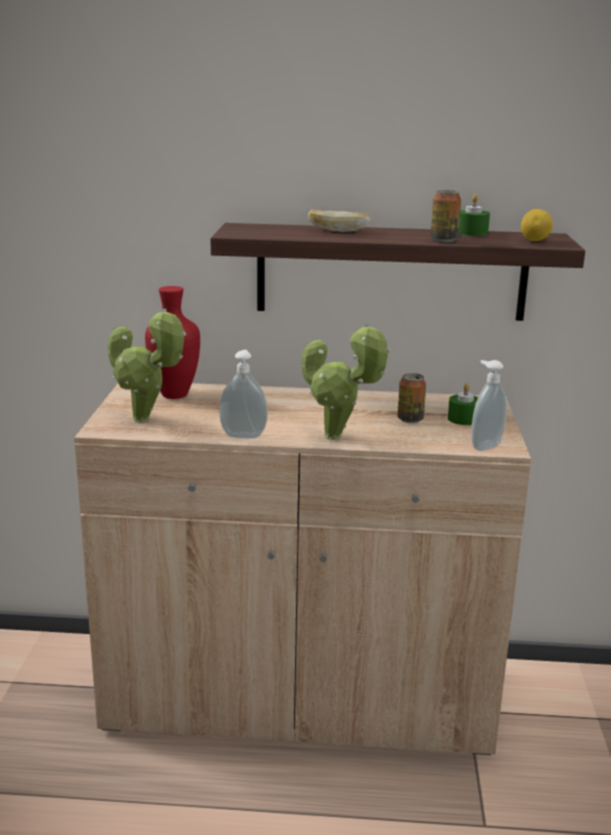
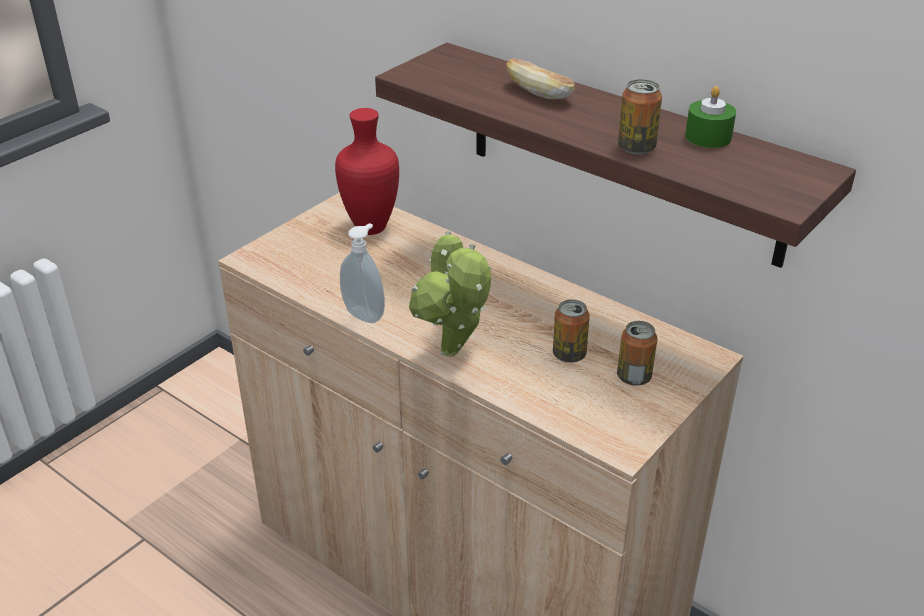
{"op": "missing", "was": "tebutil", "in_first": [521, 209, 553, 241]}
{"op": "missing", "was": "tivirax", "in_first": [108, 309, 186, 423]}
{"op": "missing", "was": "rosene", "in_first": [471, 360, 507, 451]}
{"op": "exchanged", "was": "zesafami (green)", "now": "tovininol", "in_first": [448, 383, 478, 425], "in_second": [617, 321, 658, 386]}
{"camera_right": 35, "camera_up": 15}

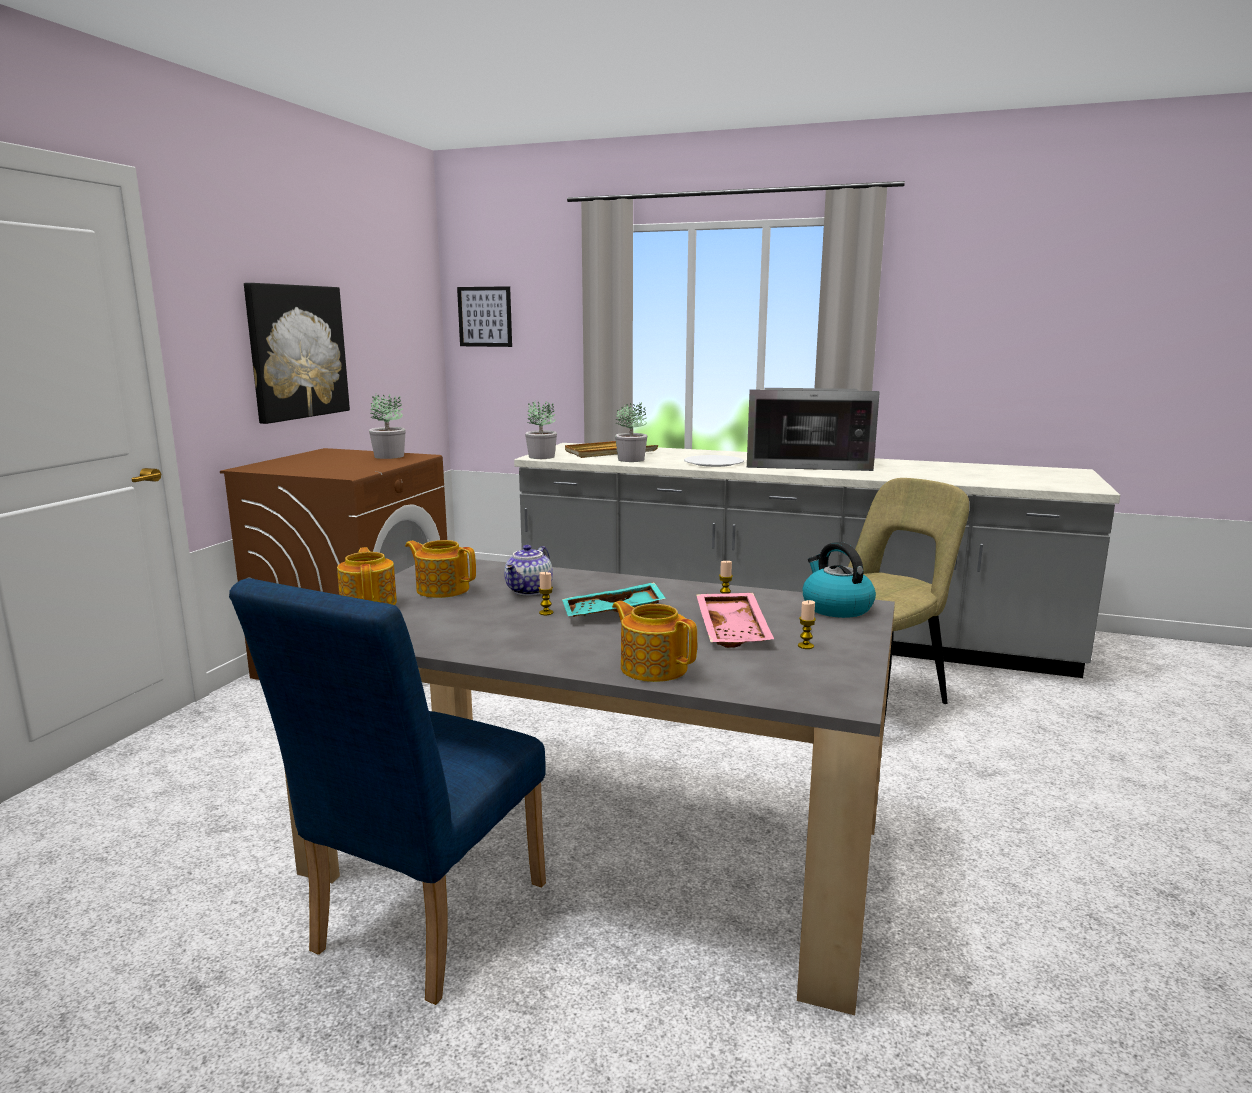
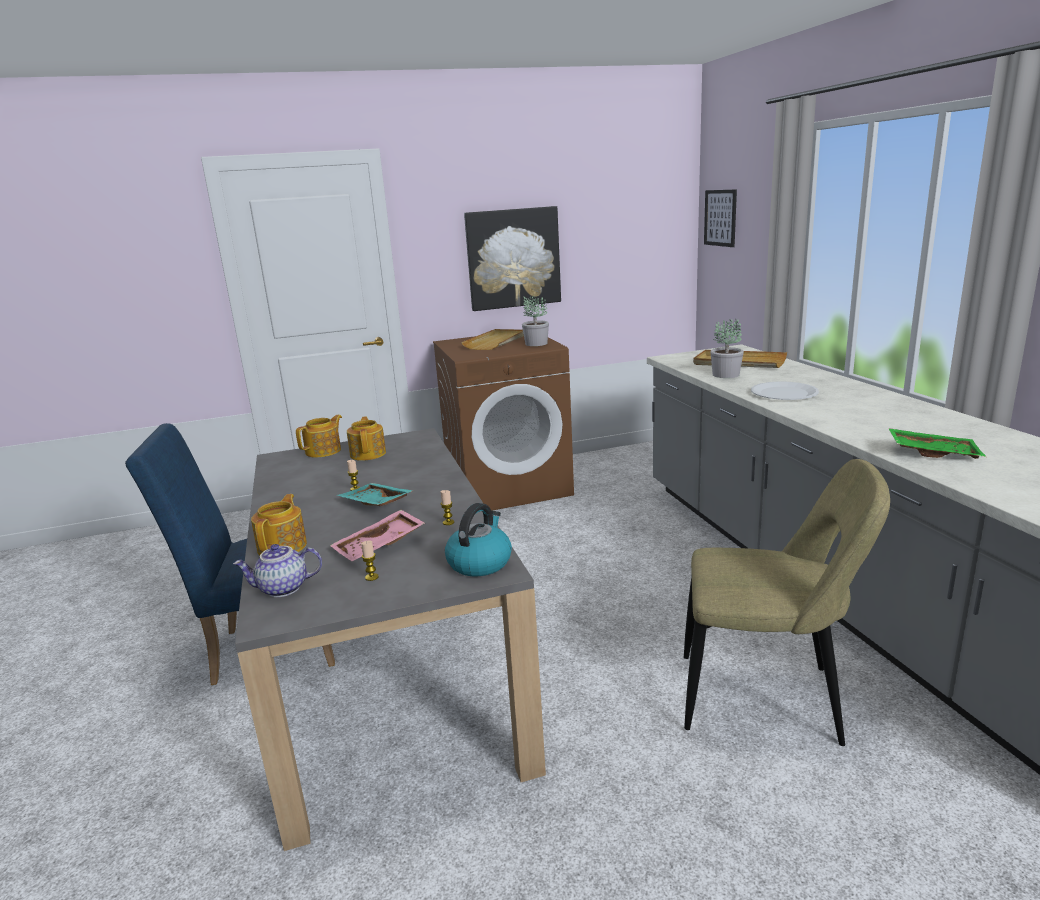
{"op": "missing", "was": "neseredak", "in_first": [747, 388, 880, 471]}
{"op": "missing", "was": "tivirax", "in_first": [525, 401, 557, 459]}
{"op": "relocated", "was": "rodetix", "in_first": [504, 545, 553, 596], "in_second": [233, 544, 322, 597]}
{"op": "appeared", "now": "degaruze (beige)", "in_second": [461, 329, 524, 350]}
{"op": "appeared", "now": "degaruze (green)", "in_second": [888, 428, 986, 459]}
{"camera_right": 55, "camera_up": 5}

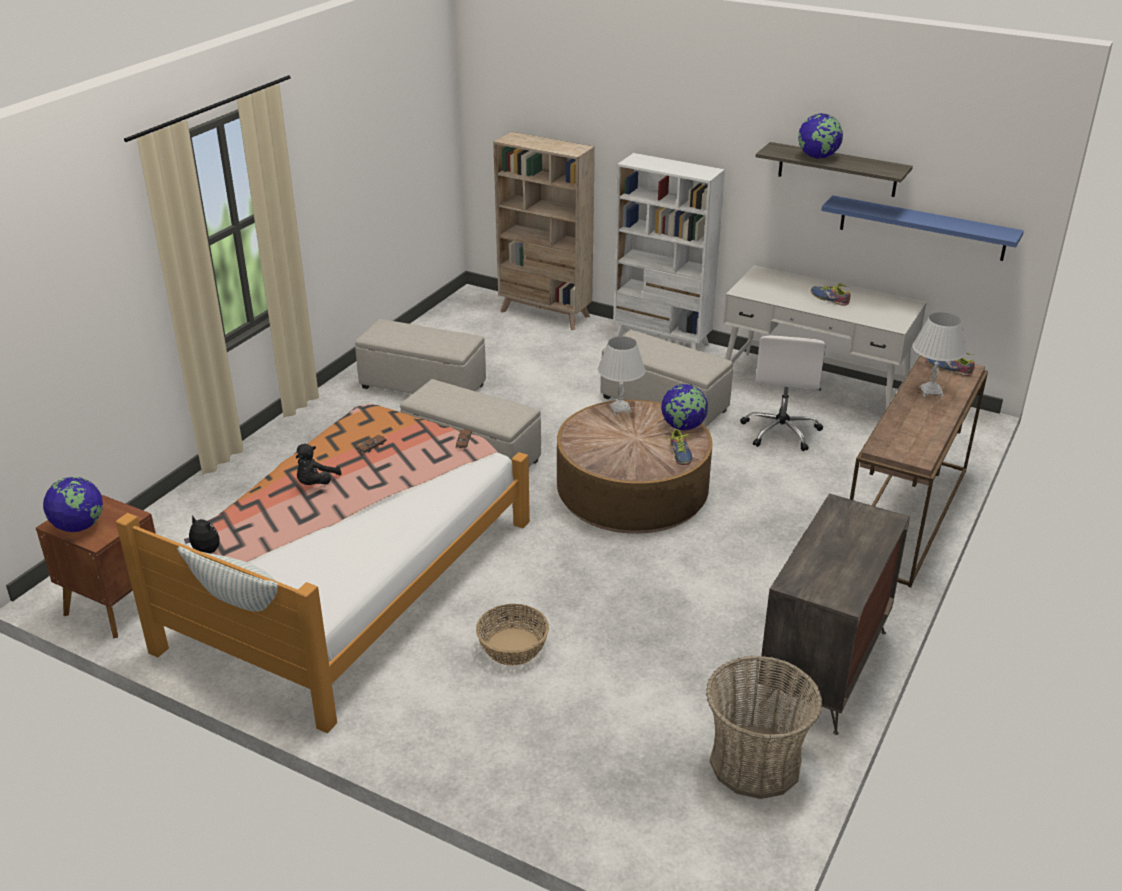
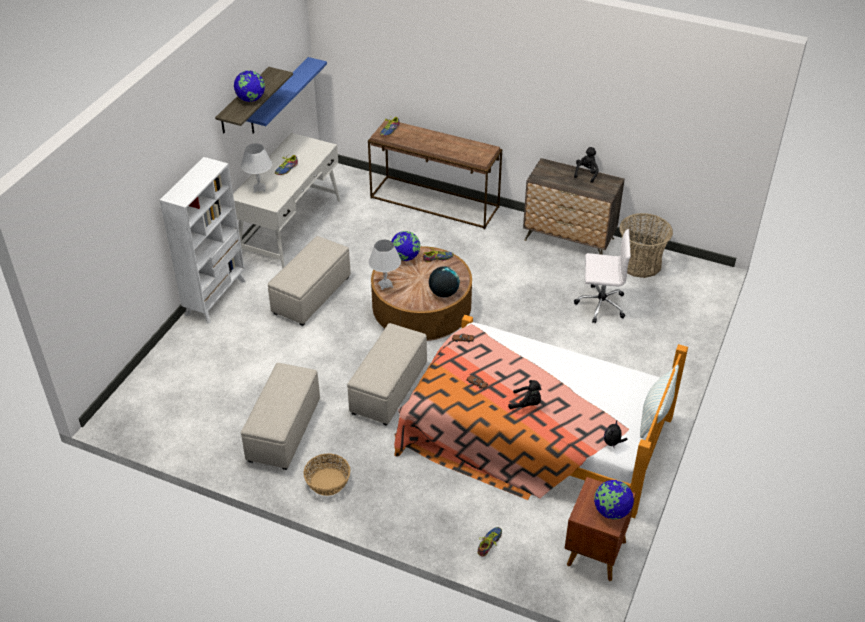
{"op": "missing", "was": "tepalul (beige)", "in_first": [493, 132, 595, 330]}
{"op": "relocated", "was": "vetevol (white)", "in_first": [913, 312, 966, 397], "in_second": [241, 143, 272, 193]}
{"op": "relocated", "was": "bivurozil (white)", "in_first": [740, 335, 826, 451], "in_second": [574, 229, 631, 323]}
{"op": "relocated", "was": "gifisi", "in_first": [476, 604, 549, 666], "in_second": [303, 454, 350, 496]}
{"op": "appeared", "now": "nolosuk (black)", "in_second": [574, 147, 599, 183]}
{"op": "appeared", "now": "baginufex", "in_second": [429, 266, 460, 297]}
{"op": "appeared", "now": "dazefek", "in_second": [478, 527, 502, 557]}
{"camera_right": -95, "camera_up": 10}

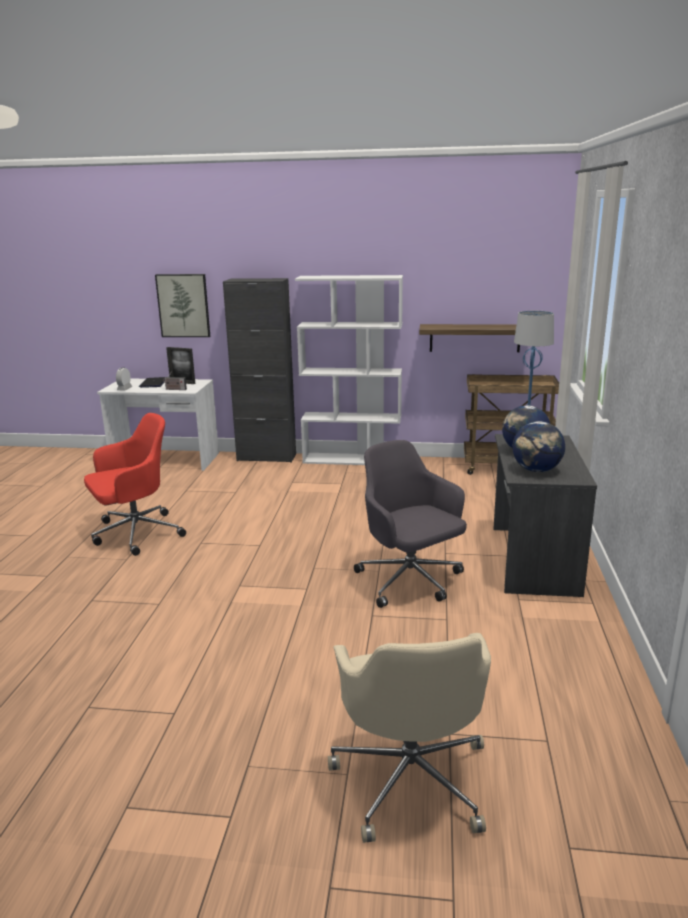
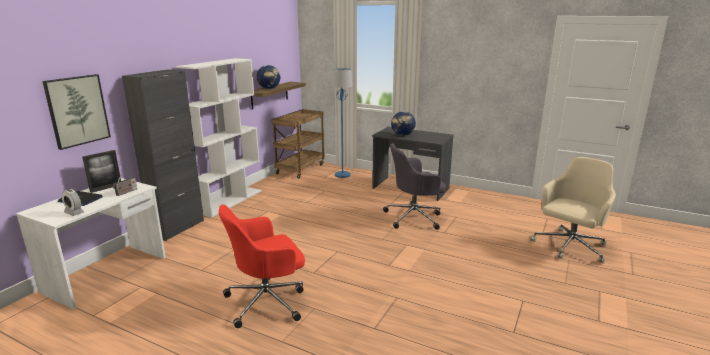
{"op": "spun", "was": "bivurozil (red)", "in_first": [84, 413, 186, 556], "in_second": [219, 205, 305, 328], "clockwise": -105}
{"op": "relocated", "was": "baginufex", "in_first": [513, 421, 565, 472], "in_second": [256, 65, 280, 89]}
{"op": "spun", "was": "bivurozil (beige)", "in_first": [328, 633, 491, 843], "in_second": [530, 157, 616, 264], "clockwise": -60}
{"camera_right": -70, "camera_up": 0}

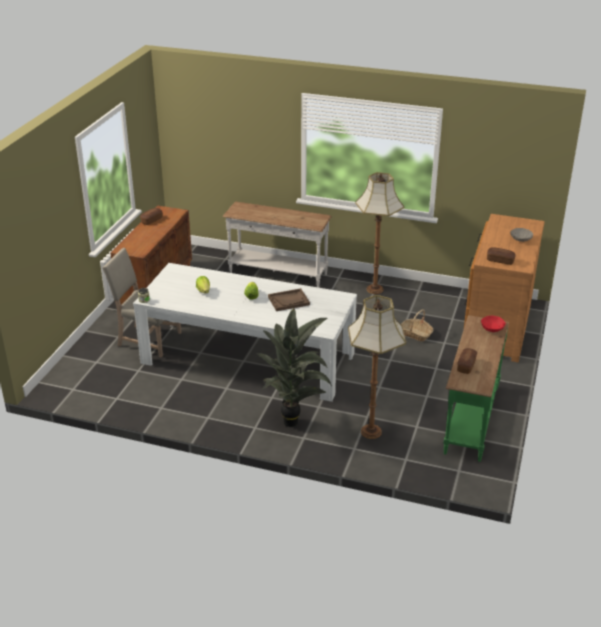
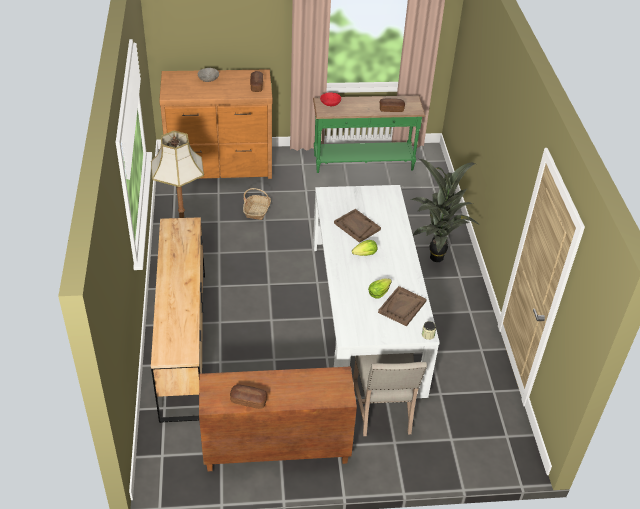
{"op": "exchanged", "was": "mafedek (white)", "now": "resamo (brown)", "in_first": [222, 201, 332, 288], "in_second": [151, 217, 205, 423]}
{"op": "missing", "was": "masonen", "in_first": [348, 295, 406, 439]}
{"op": "appeared", "now": "degaruze (brown)", "in_second": [378, 286, 427, 327]}
{"camera_right": -115, "camera_up": 10}

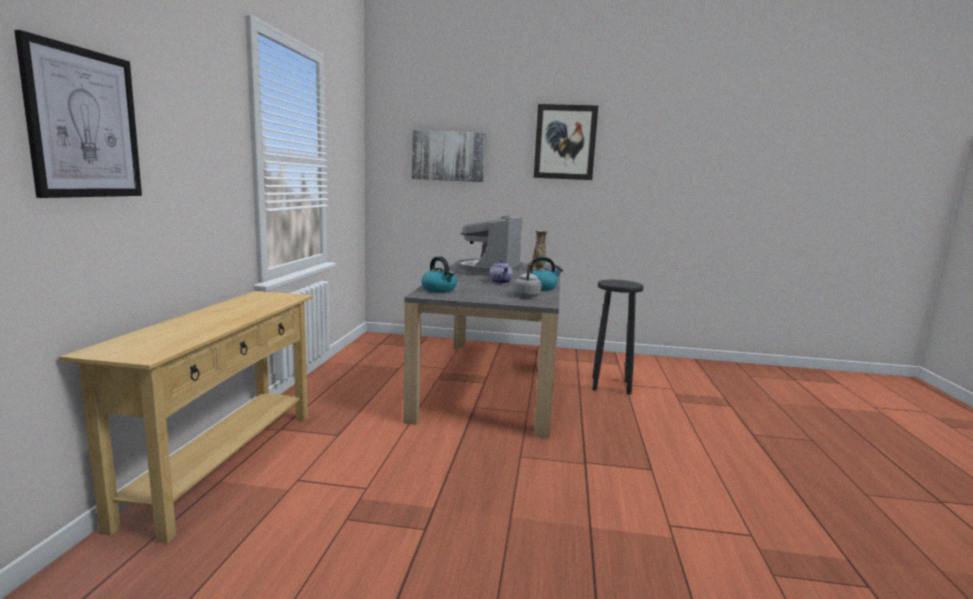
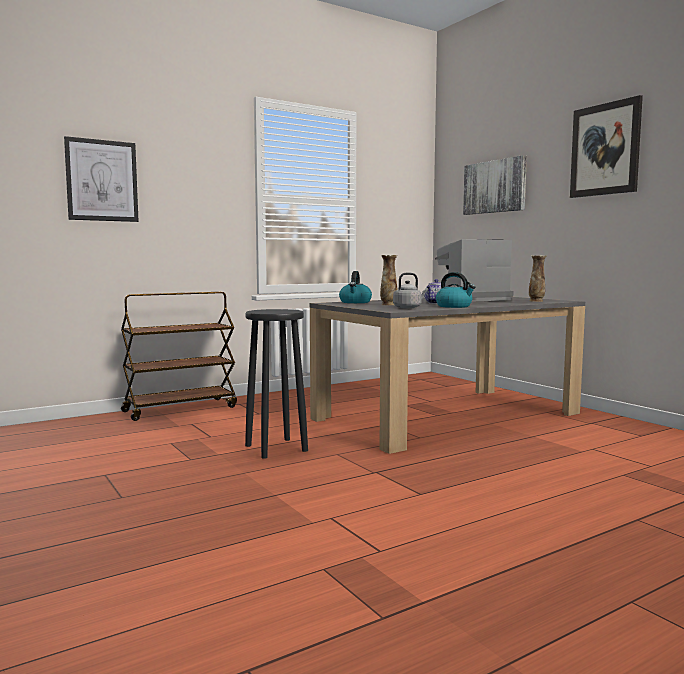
{"op": "relocated", "was": "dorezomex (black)", "in_first": [592, 280, 644, 394], "in_second": [245, 309, 308, 459]}
{"op": "exchanged", "was": "mafedek (beige)", "now": "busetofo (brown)", "in_first": [59, 291, 313, 543], "in_second": [121, 292, 237, 421]}
{"op": "appeared", "now": "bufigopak", "in_second": [380, 255, 398, 305]}
{"camera_right": 50, "camera_up": -5}

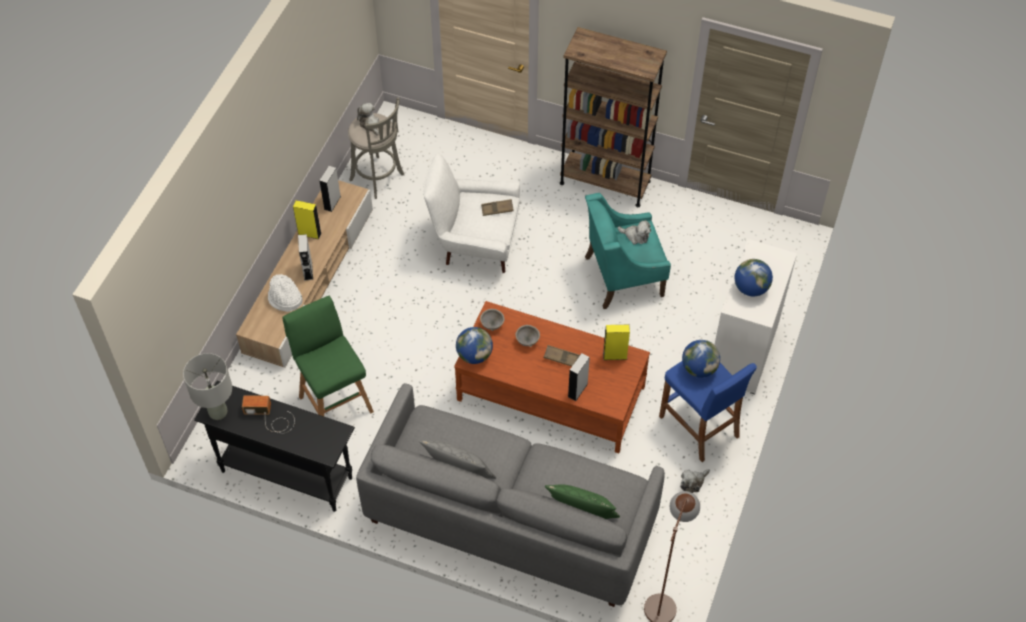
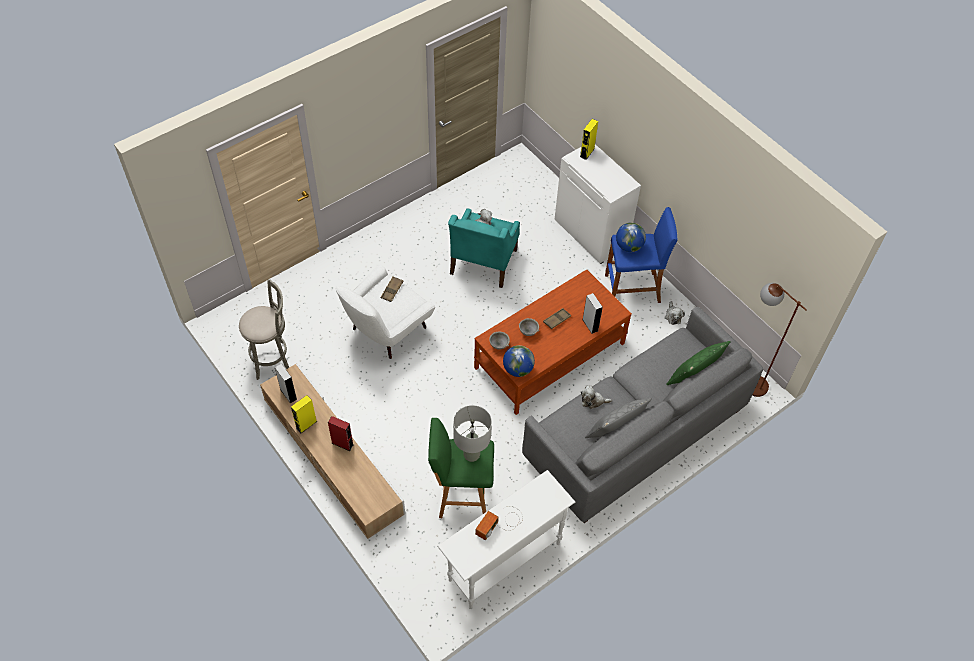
{"op": "missing", "was": "tepalul (brown)", "in_first": [560, 27, 667, 207]}
{"op": "relocated", "was": "nolosuk", "in_first": [357, 103, 379, 135], "in_second": [581, 386, 612, 409]}
{"op": "colour", "was": "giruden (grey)", "now": "giruden (red)", "in_first": [298, 234, 313, 281], "in_second": [328, 416, 353, 451]}
{"op": "missing", "was": "baginufex", "in_first": [735, 259, 773, 296]}
{"op": "missing", "was": "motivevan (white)", "in_first": [268, 274, 303, 312]}
{"op": "relocated", "was": "giruden (yellow)", "in_first": [603, 325, 630, 360], "in_second": [580, 119, 598, 160]}
{"op": "relocated", "was": "vetevol (grey)", "in_first": [183, 353, 232, 420], "in_second": [453, 405, 492, 462]}
{"op": "colour", "was": "mafedek (black)", "now": "mafedek (white)", "in_first": [194, 381, 355, 512], "in_second": [437, 470, 575, 608]}
{"camera_right": -60, "camera_up": 0}

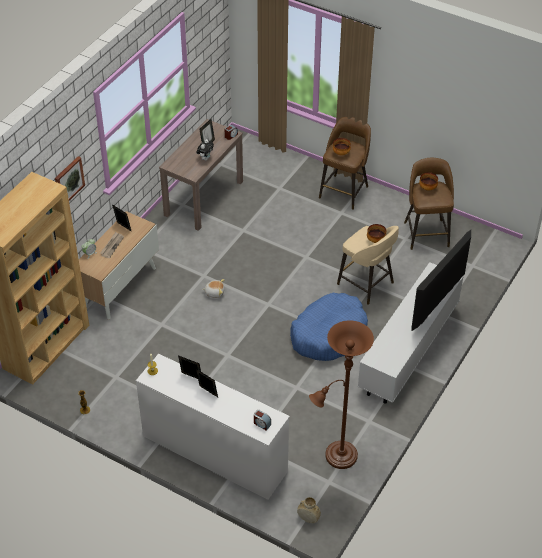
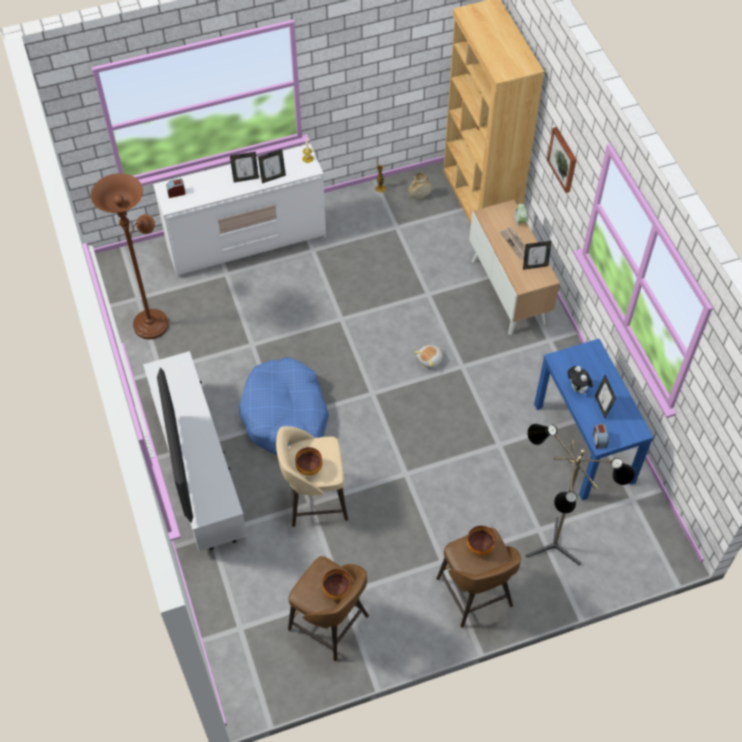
{"op": "colour", "was": "mafedek (brown)", "now": "mafedek (blue)", "in_first": [159, 119, 243, 231], "in_second": [534, 339, 654, 501]}
{"op": "relocated", "was": "bufigopak (beige)", "in_first": [297, 497, 321, 523], "in_second": [408, 173, 432, 200]}
{"op": "appeared", "now": "masonen", "in_second": [526, 423, 635, 566]}
{"camera_right": 130, "camera_up": 10}

